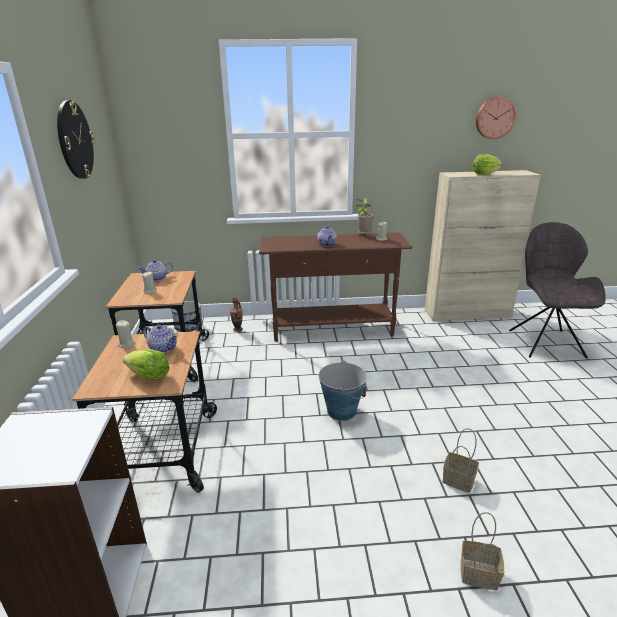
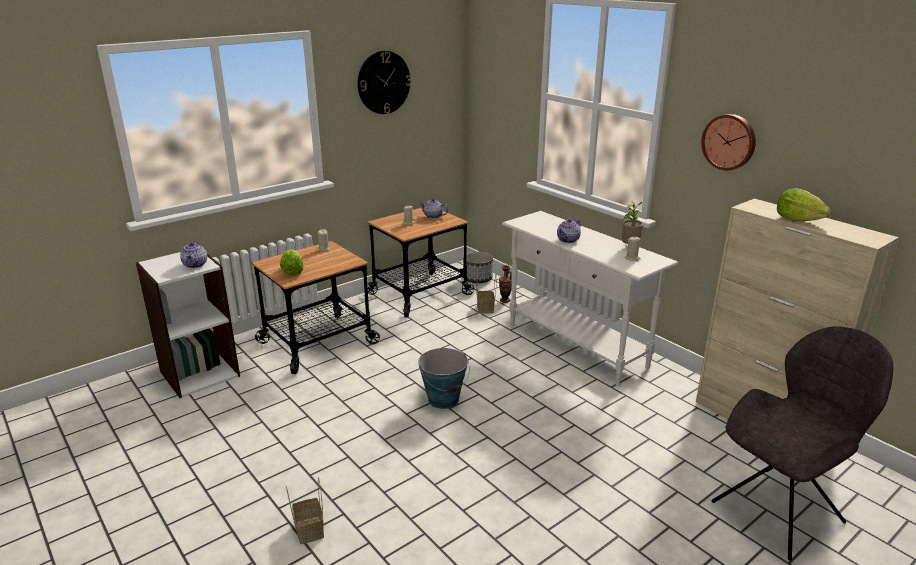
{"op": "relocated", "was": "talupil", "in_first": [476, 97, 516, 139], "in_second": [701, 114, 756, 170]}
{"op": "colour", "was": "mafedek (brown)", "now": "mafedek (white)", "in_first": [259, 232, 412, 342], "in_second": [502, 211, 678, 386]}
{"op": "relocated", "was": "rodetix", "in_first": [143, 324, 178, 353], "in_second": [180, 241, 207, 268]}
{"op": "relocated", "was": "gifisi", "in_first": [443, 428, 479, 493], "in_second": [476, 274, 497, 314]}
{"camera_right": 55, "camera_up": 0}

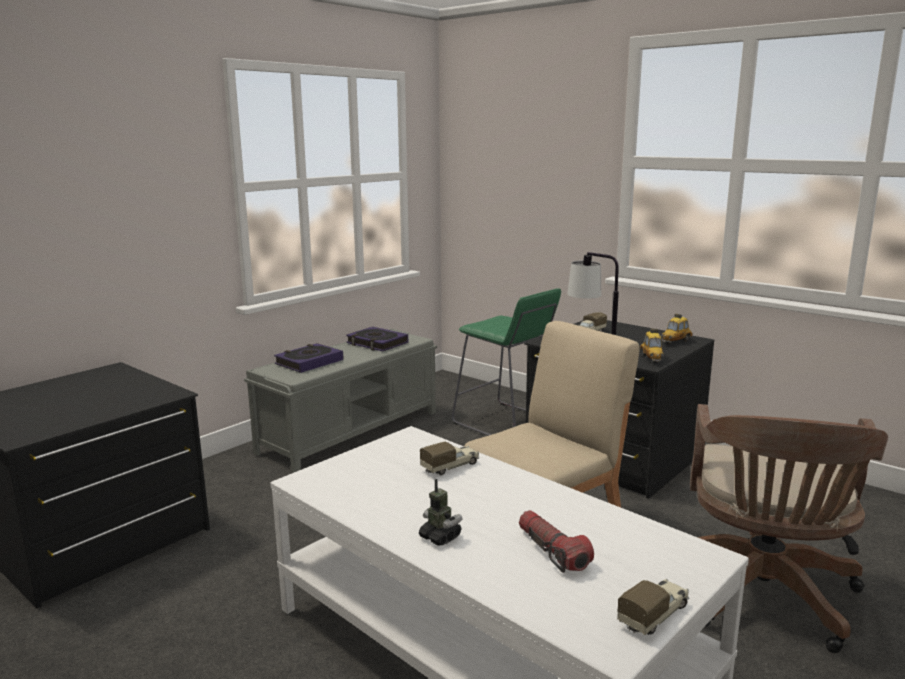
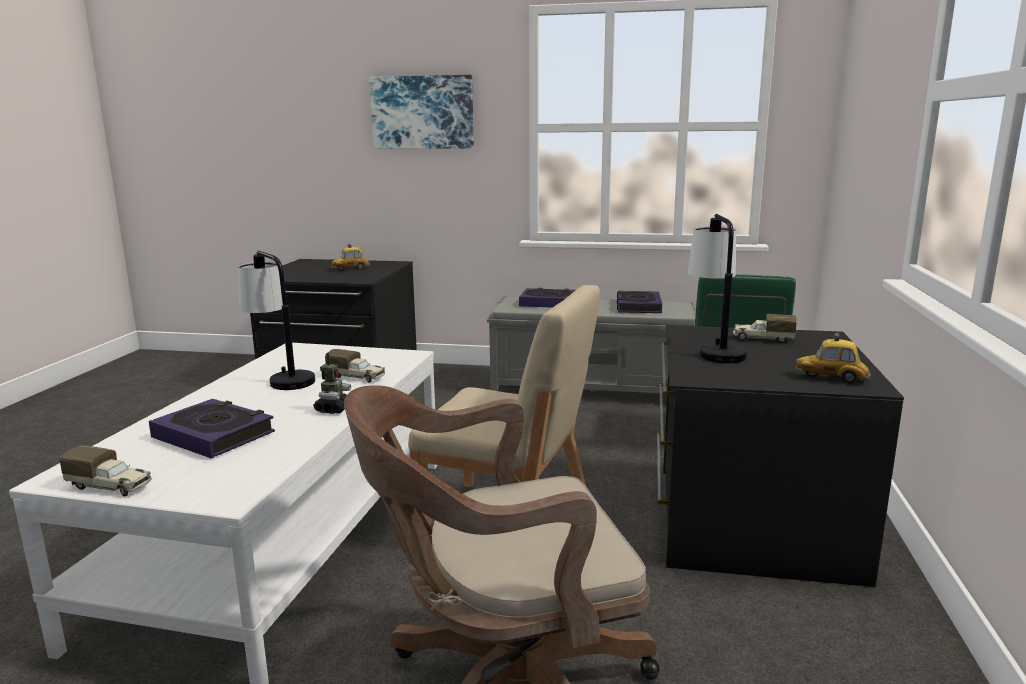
{"op": "relocated", "was": "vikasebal", "in_first": [640, 329, 664, 363], "in_second": [331, 244, 371, 271]}
{"op": "relocated", "was": "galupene", "in_first": [419, 479, 462, 546], "in_second": [313, 353, 351, 414]}
{"op": "exchanged", "was": "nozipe", "now": "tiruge", "in_first": [519, 510, 594, 573], "in_second": [149, 399, 275, 458]}
{"op": "appeared", "now": "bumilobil", "in_second": [369, 75, 474, 149]}
{"op": "appeared", "now": "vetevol", "in_second": [238, 251, 315, 390]}
{"camera_right": 60, "camera_up": 0}

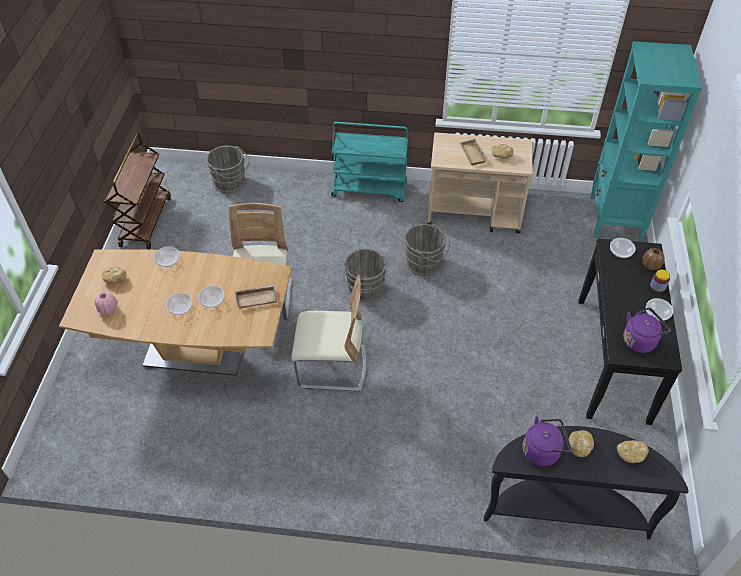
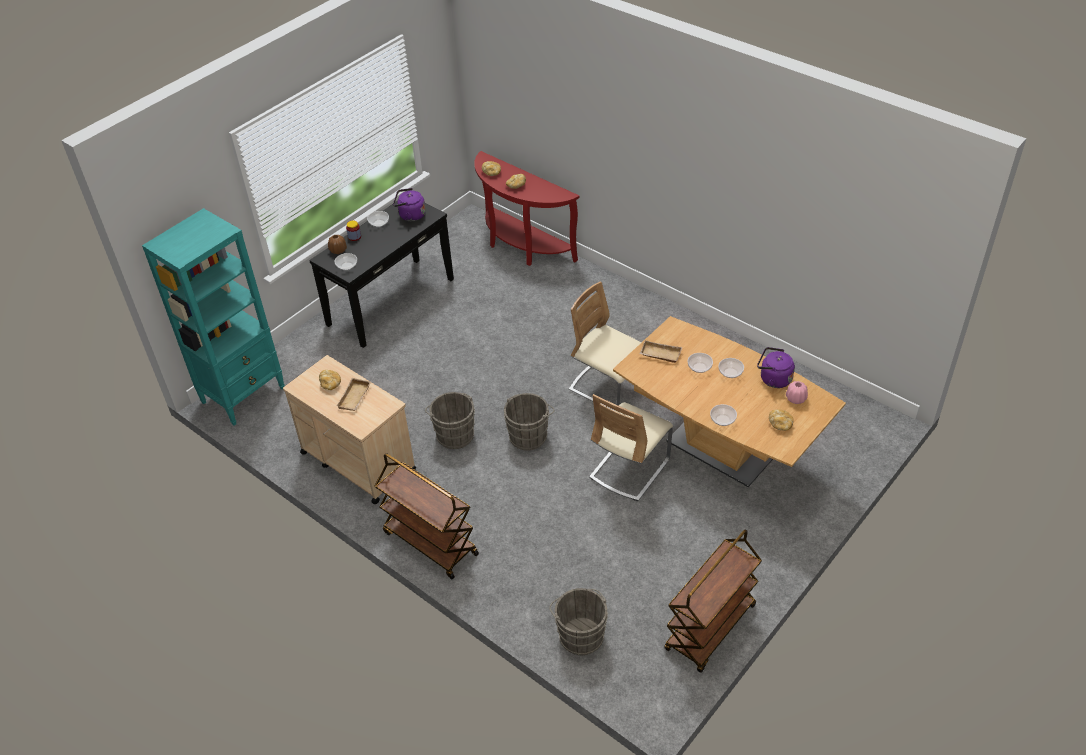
{"op": "colour", "was": "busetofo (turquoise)", "now": "busetofo (brown)", "in_first": [331, 122, 408, 202], "in_second": [375, 453, 479, 579]}
{"op": "relocated", "was": "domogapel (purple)", "in_first": [523, 416, 571, 466], "in_second": [757, 347, 795, 388]}
{"op": "colour", "was": "mafedek (black)", "now": "mafedek (red)", "in_first": [484, 426, 689, 540], "in_second": [474, 151, 580, 266]}
{"camera_right": -145, "camera_up": -5}

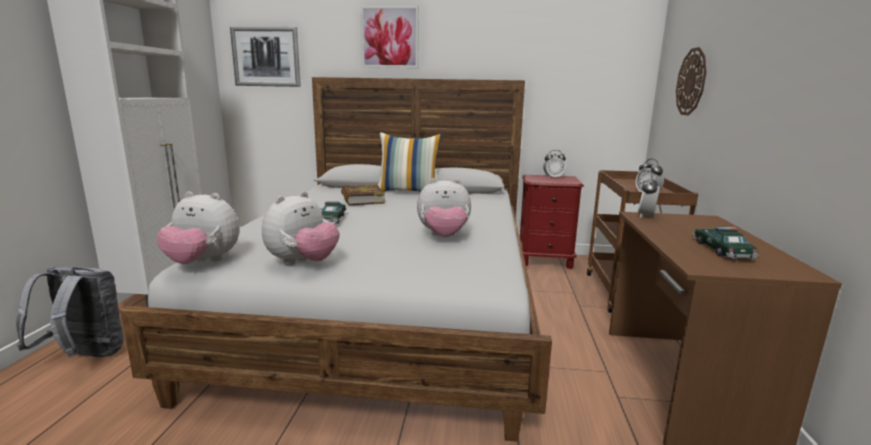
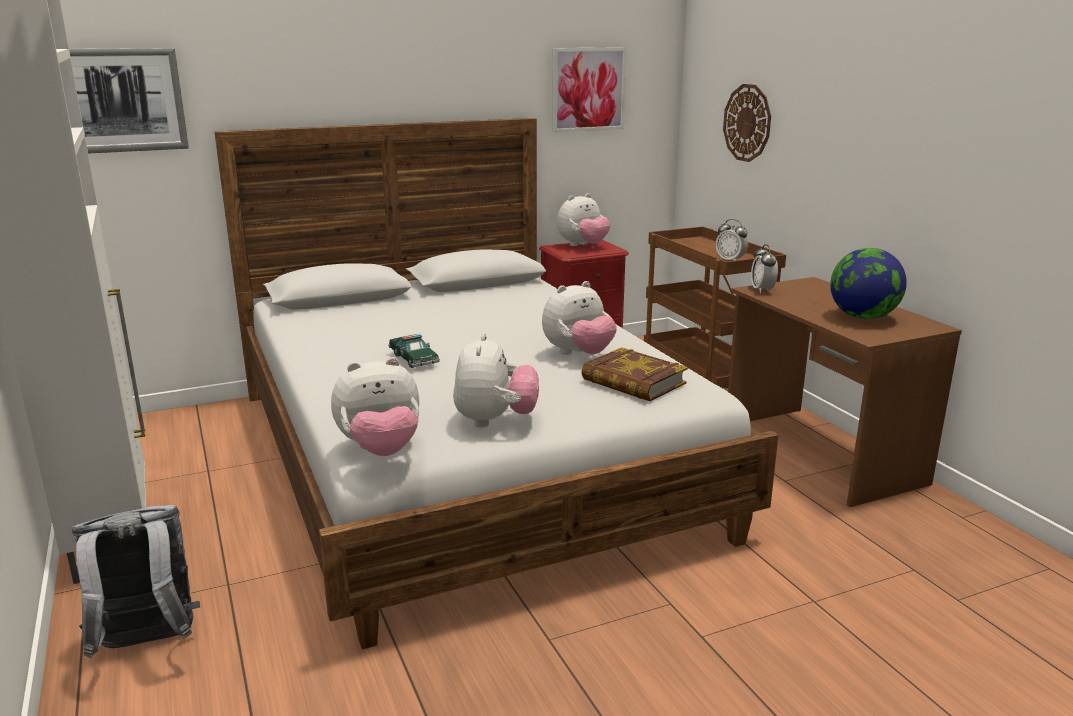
{"op": "relocated", "was": "bumilobil", "in_first": [360, 6, 419, 68], "in_second": [552, 47, 627, 133]}
{"op": "missing", "was": "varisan", "in_first": [378, 132, 442, 192]}
{"op": "exchanged", "was": "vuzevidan", "now": "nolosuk", "in_first": [543, 150, 566, 178], "in_second": [557, 193, 610, 246]}
{"op": "relocated", "was": "tiruge", "in_first": [341, 184, 385, 205], "in_second": [581, 347, 688, 401]}
{"op": "exchanged", "was": "vikasebal", "now": "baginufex", "in_first": [692, 227, 759, 260], "in_second": [830, 248, 907, 319]}
{"camera_right": -30, "camera_up": 5}

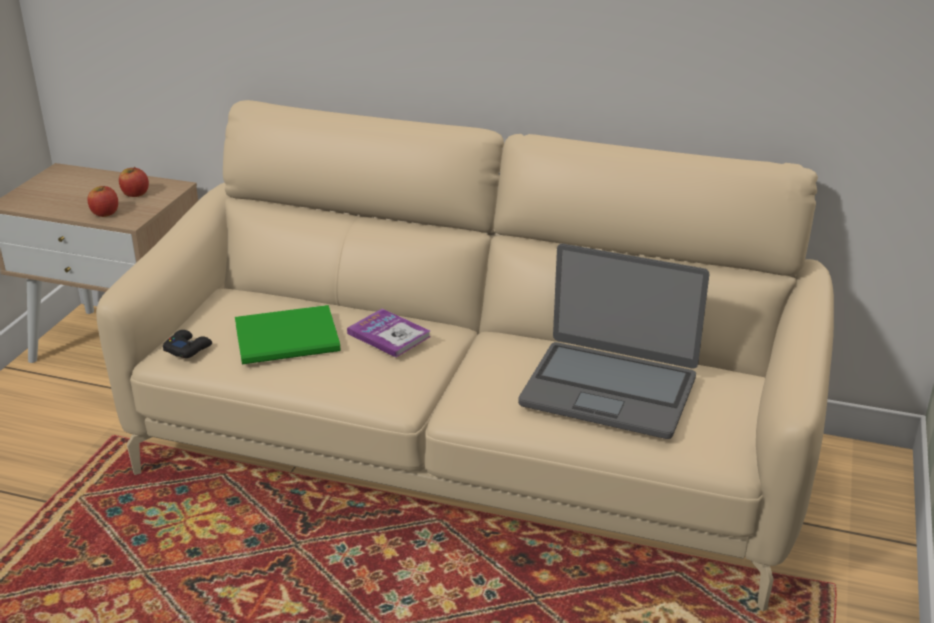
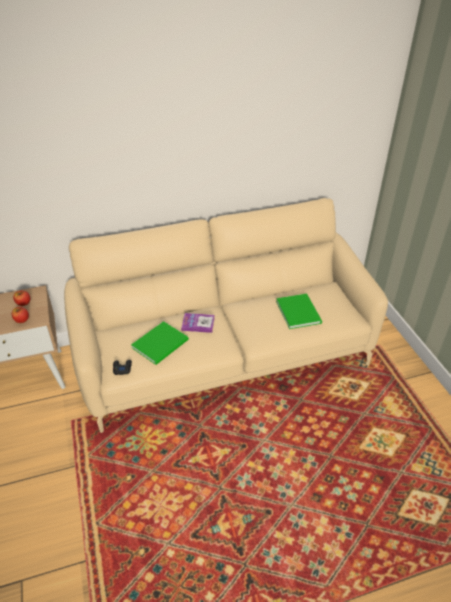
{"op": "exchanged", "was": "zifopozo", "now": "tiruge (green)", "in_first": [518, 244, 709, 439], "in_second": [276, 294, 322, 329]}
{"camera_right": -35, "camera_up": 10}

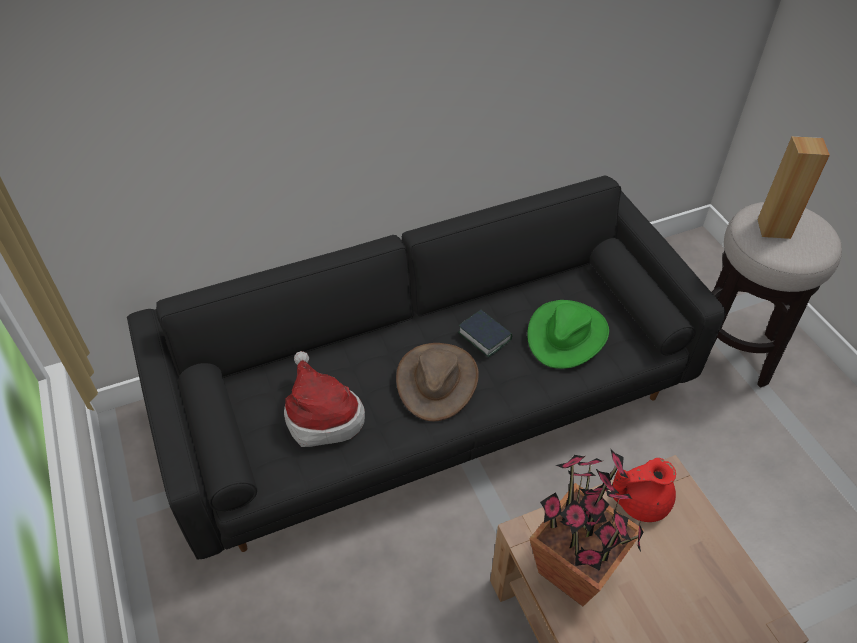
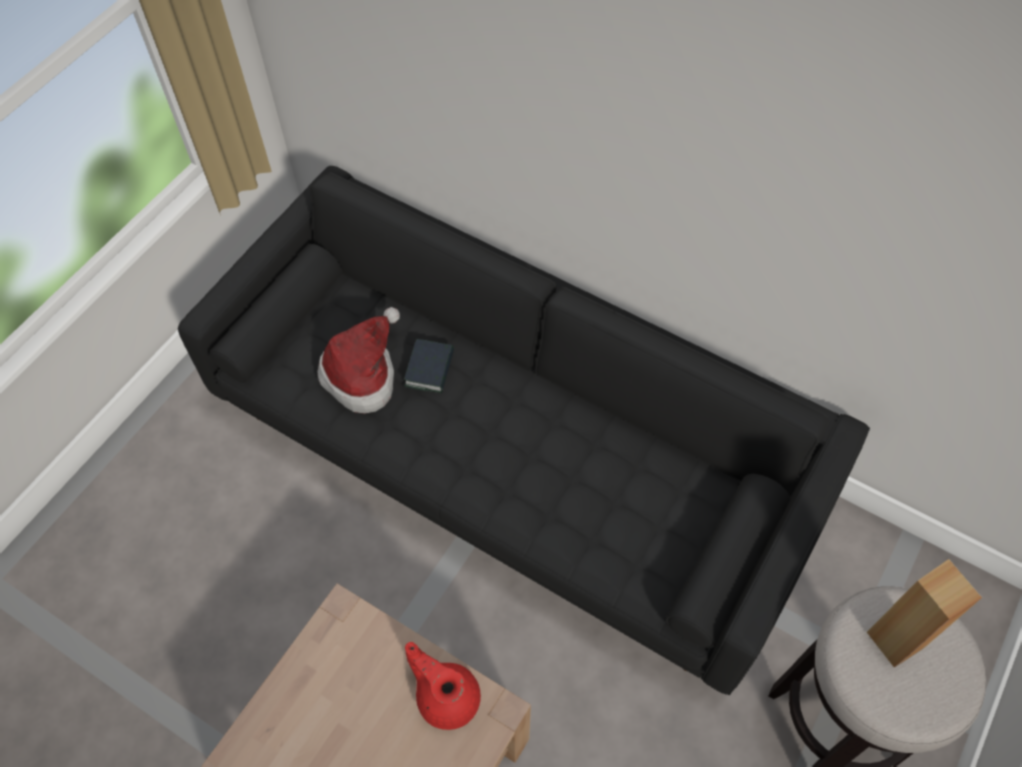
{"op": "missing", "was": "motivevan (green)", "in_first": [527, 300, 609, 369]}
{"op": "relocated", "was": "tiruge", "in_first": [458, 310, 513, 358], "in_second": [404, 339, 454, 393]}
{"op": "missing", "was": "motivevan (brown)", "in_first": [396, 343, 479, 421]}
{"op": "missing", "was": "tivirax", "in_first": [529, 448, 644, 606]}
{"camera_right": 55, "camera_up": 10}

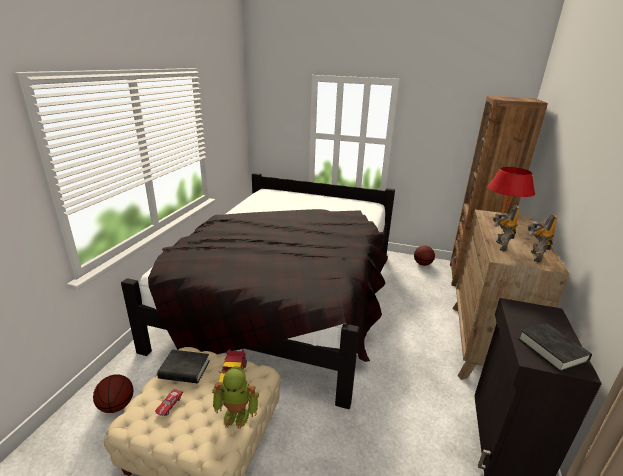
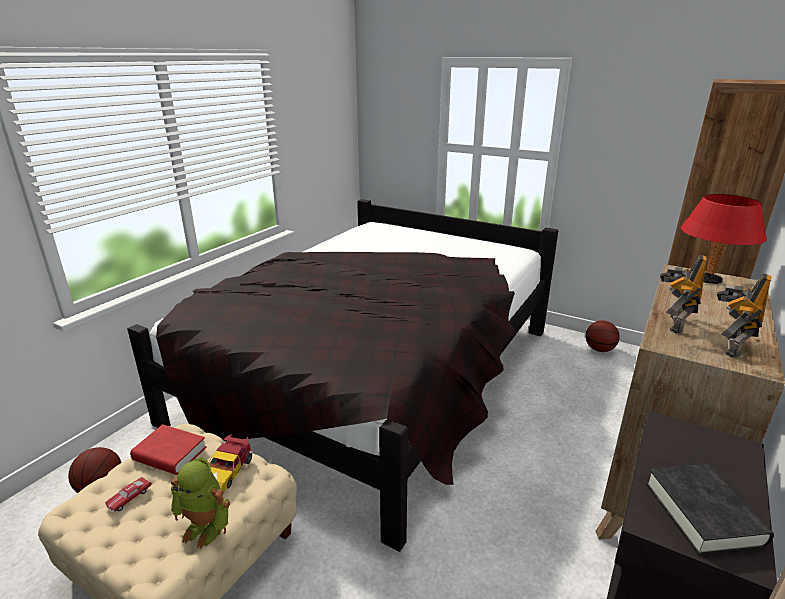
{"op": "colour", "was": "tiruge (black)", "now": "tiruge (red)", "in_first": [157, 350, 210, 383], "in_second": [130, 424, 207, 475]}
{"camera_right": 15, "camera_up": 0}

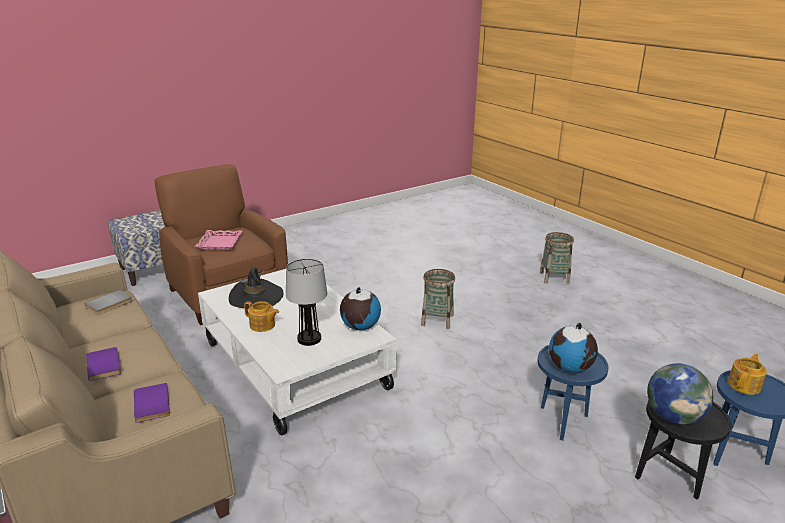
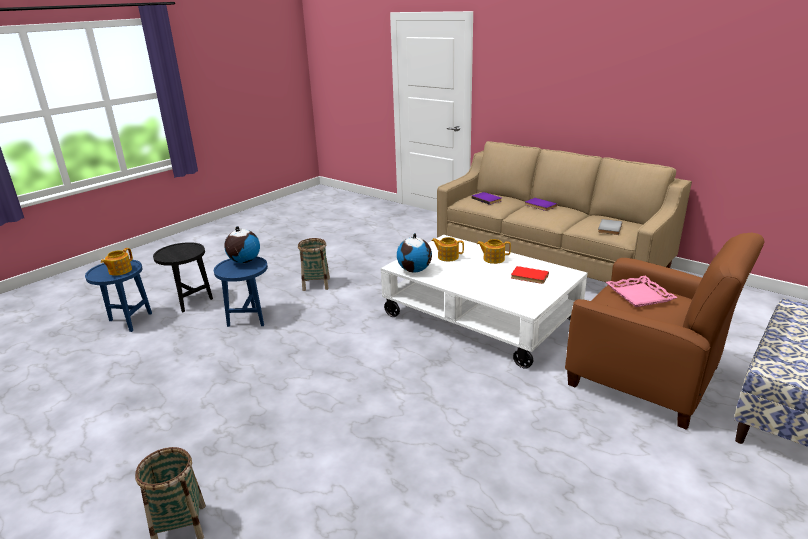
{"op": "exchanged", "was": "vetevol", "now": "rodetix", "in_first": [286, 259, 327, 346], "in_second": [432, 237, 464, 262]}
{"op": "exchanged", "was": "motivevan (black)", "now": "tiruge (red)", "in_first": [229, 267, 284, 309], "in_second": [511, 266, 549, 284]}
{"op": "relocated", "was": "gifisi", "in_first": [421, 269, 455, 329], "in_second": [298, 238, 330, 291]}
{"op": "missing", "was": "baginufex", "in_first": [647, 363, 713, 425]}
{"camera_right": 165, "camera_up": 0}

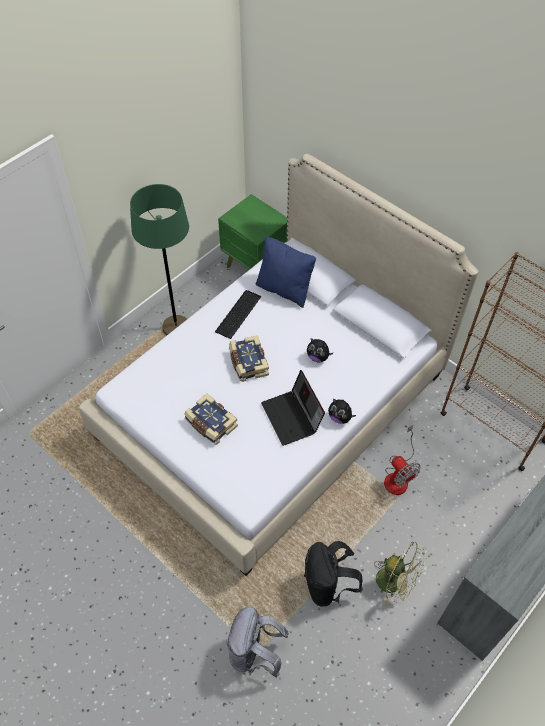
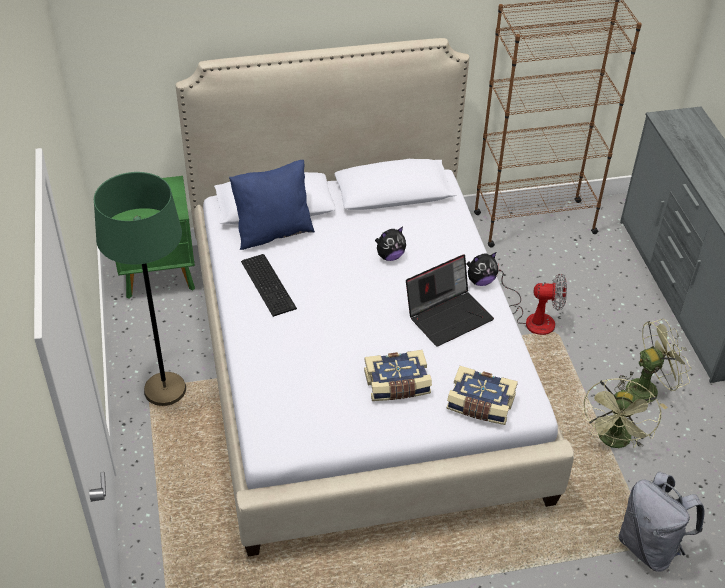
{"op": "relocated", "was": "tiruge", "in_first": [229, 335, 269, 382], "in_second": [446, 366, 518, 425]}
{"op": "spun", "was": "zifopozo", "in_first": [261, 370, 325, 446], "in_second": [406, 254, 494, 347], "clockwise": -45}
{"op": "exchanged", "was": "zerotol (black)", "now": "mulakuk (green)", "in_first": [304, 541, 363, 607], "in_second": [582, 378, 662, 448]}
{"camera_right": -55, "camera_up": -10}

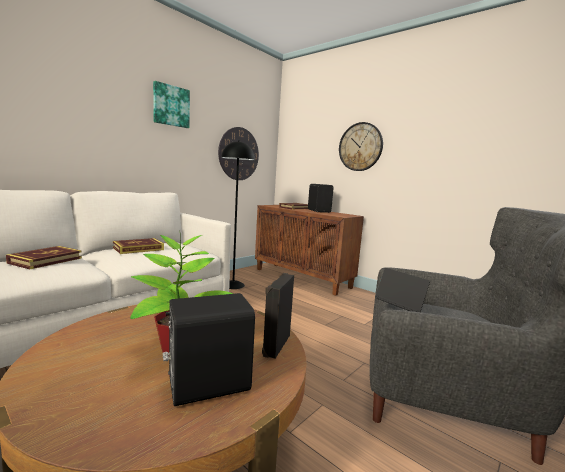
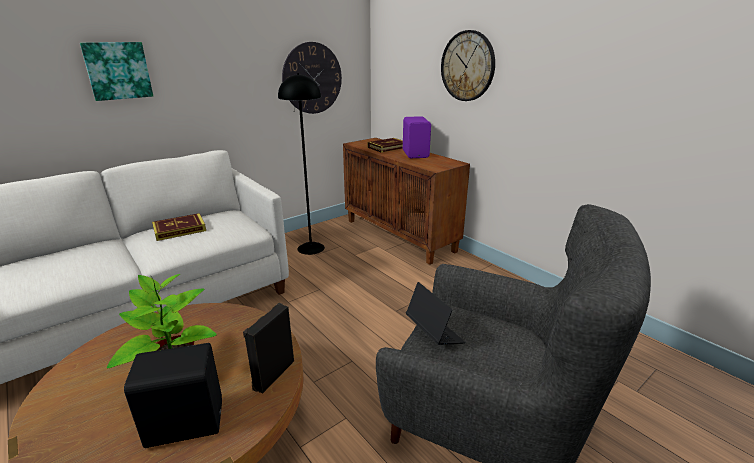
{"op": "relocated", "was": "bumilobil", "in_first": [153, 81, 190, 128], "in_second": [80, 42, 153, 101]}
{"op": "colour", "was": "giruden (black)", "now": "giruden (purple)", "in_first": [308, 184, 334, 213], "in_second": [403, 116, 431, 158]}
{"op": "missing", "was": "tiruge", "in_first": [6, 246, 82, 269]}
{"camera_right": 10, "camera_up": 15}

